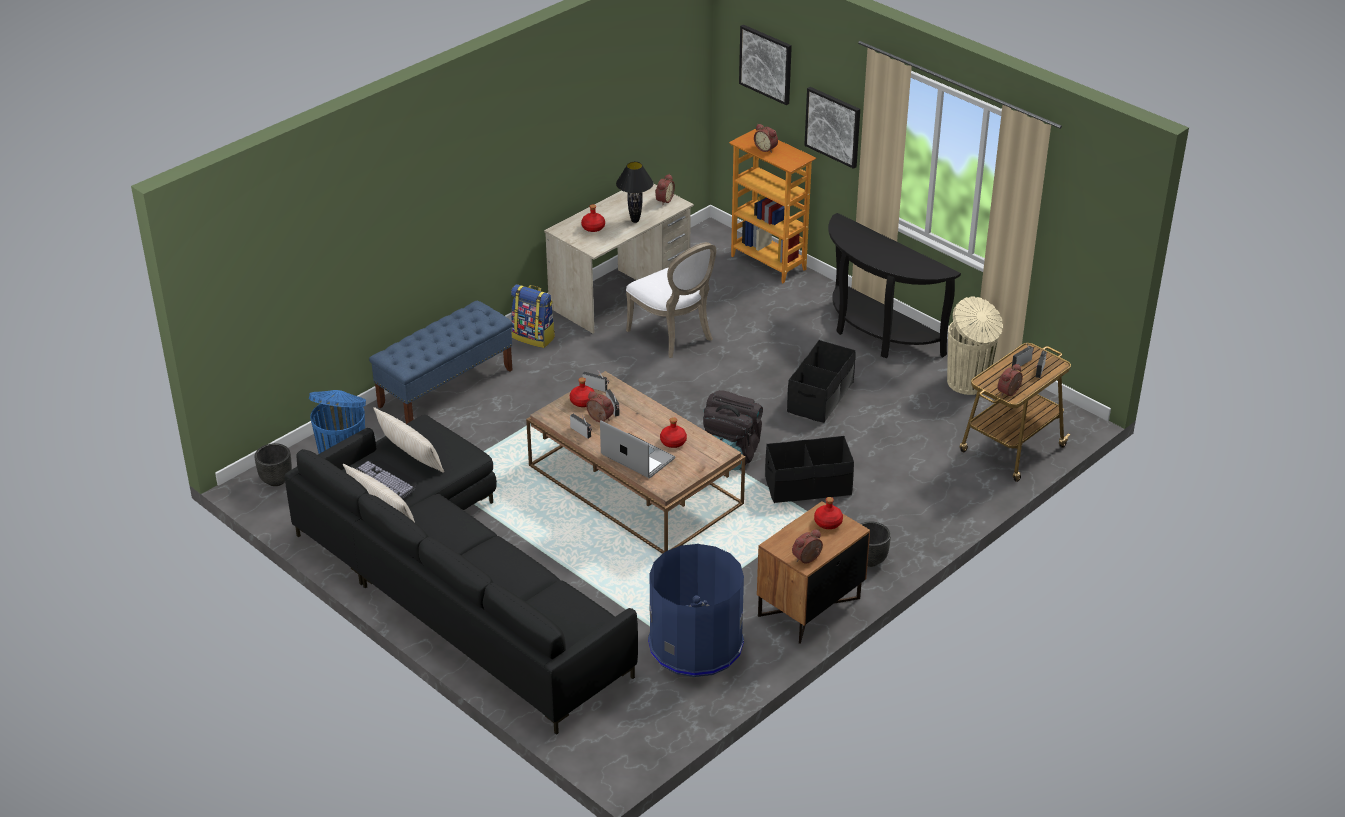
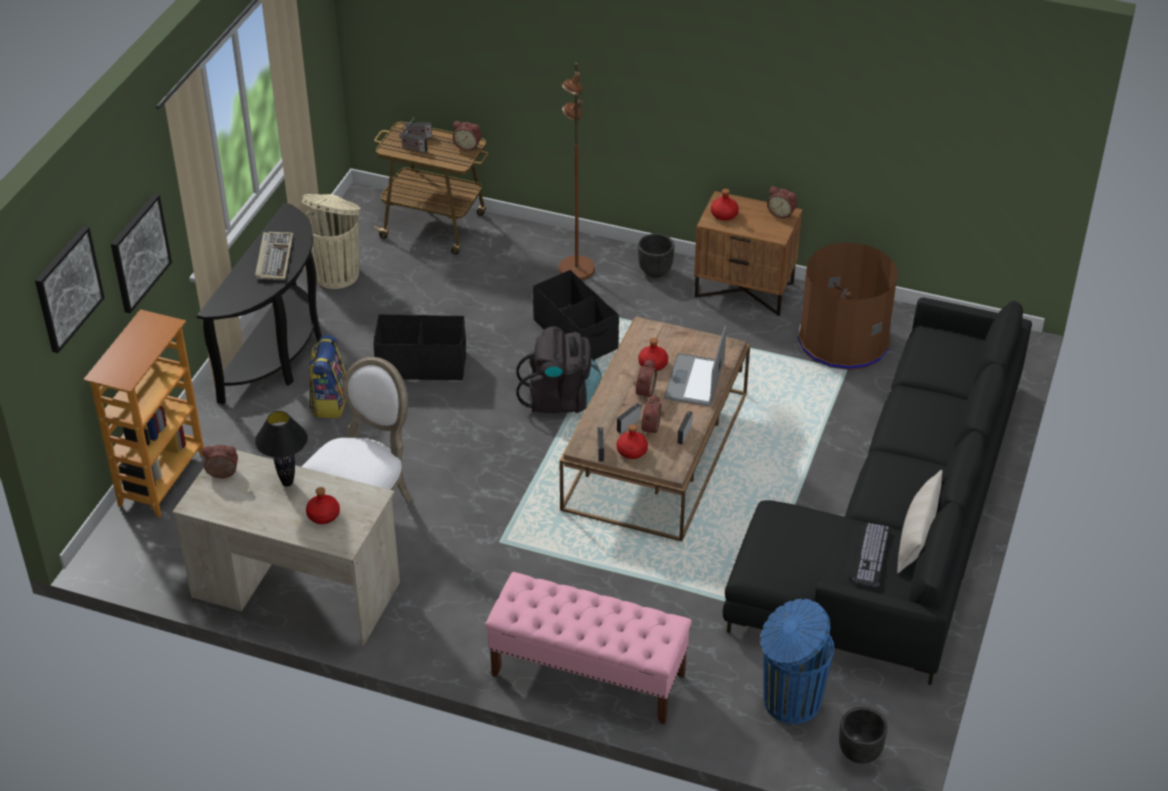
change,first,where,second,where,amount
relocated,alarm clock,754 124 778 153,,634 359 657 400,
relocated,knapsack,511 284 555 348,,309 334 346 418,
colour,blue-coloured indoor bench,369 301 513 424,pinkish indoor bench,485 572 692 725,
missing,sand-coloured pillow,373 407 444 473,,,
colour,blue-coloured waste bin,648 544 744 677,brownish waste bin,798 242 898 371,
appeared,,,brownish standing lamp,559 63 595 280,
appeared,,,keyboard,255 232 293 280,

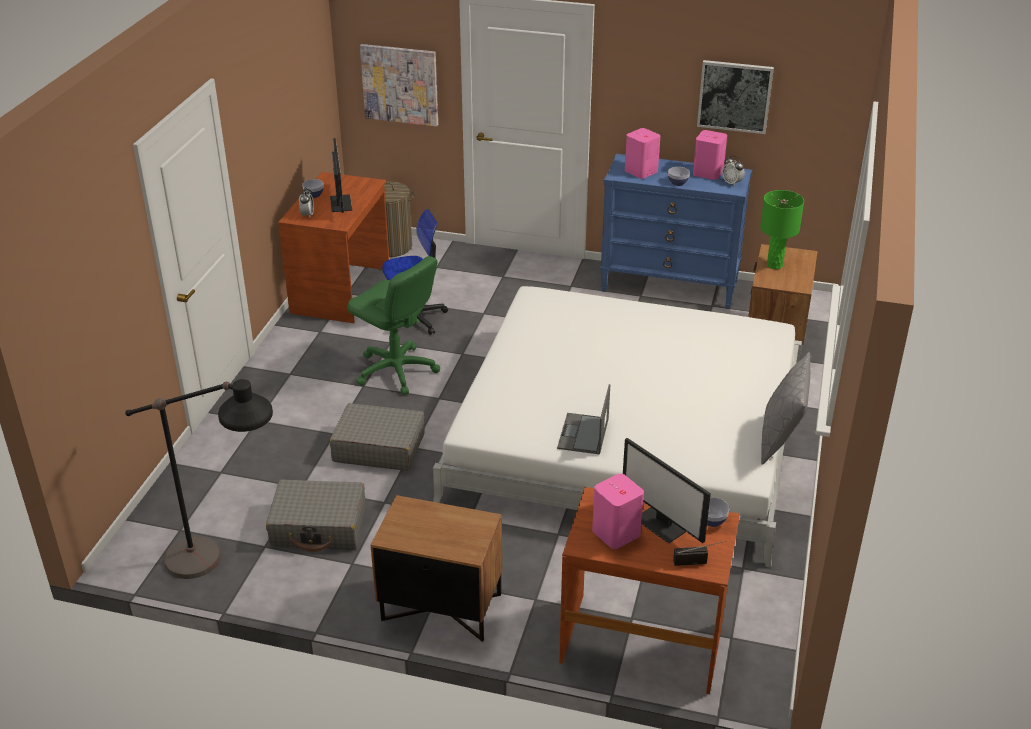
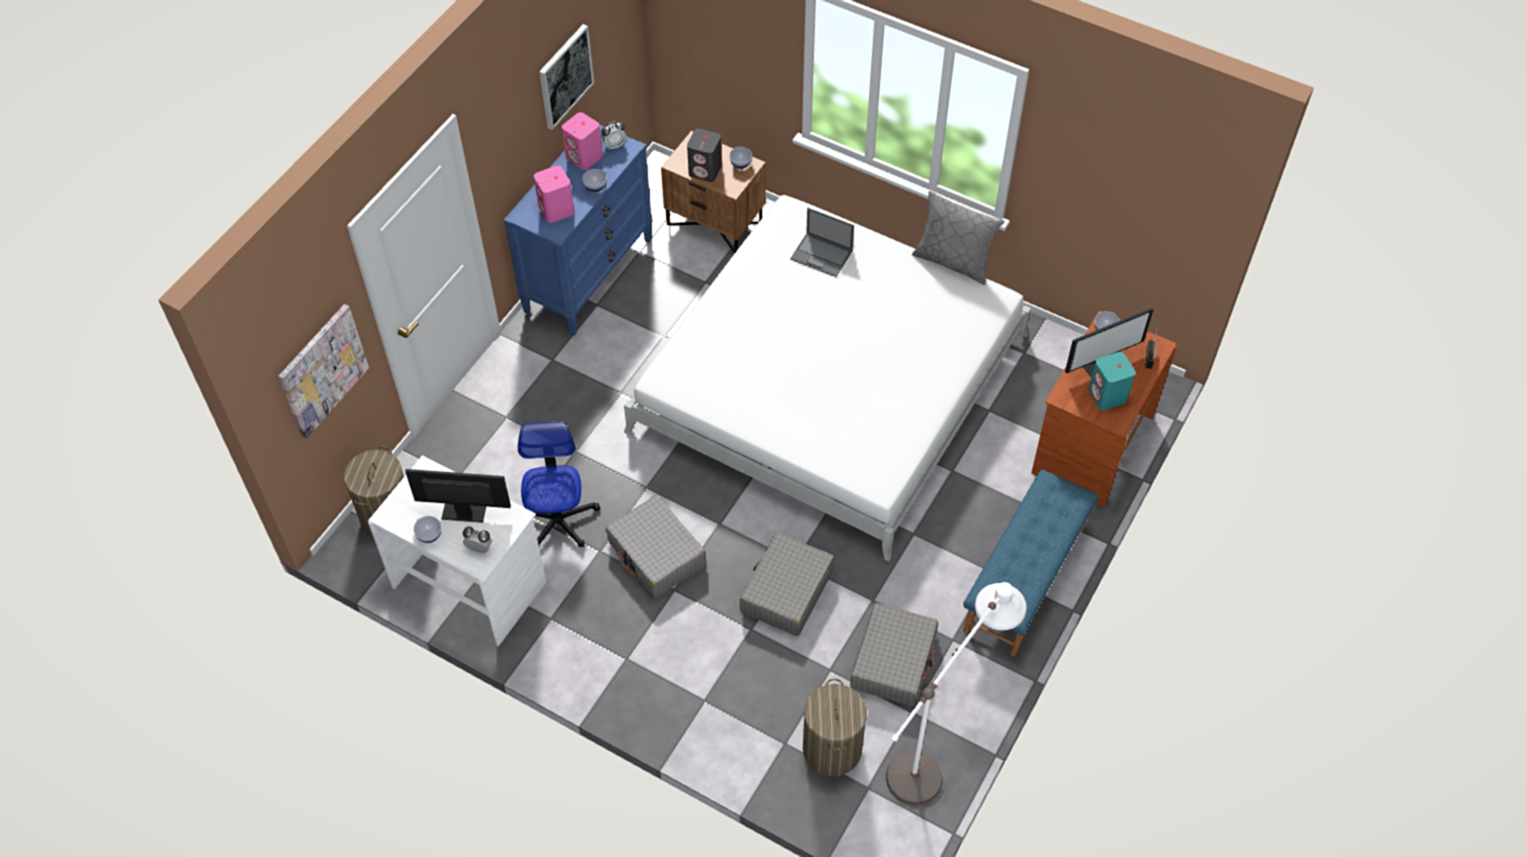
change,first,where,second,where,amount
colour,brownish desk unit,278 172 389 323,whitish desk unit,368 455 546 646,
exchanged,green tabletop lamp,760 190 804 269,gray speaker,687 128 722 182,
exchanged,green desk chair,348 256 440 395,gray suitcase,606 495 706 598,
colour,black-coloured standing lamp,125 379 273 579,whitish standing lamp,886 582 1027 805,
relocated,portable computer,557 384 610 455,,790 208 854 277,
colour,pinkish speaker,592 474 644 549,blue-green speaker,1088 352 1136 410,
exchanged,brownish nightstand,371 495 502 642,blue-coloured indoor bench,963 469 1099 657,
appeared,,,bowl,729 147 752 169,
appeared,,,washing basket,803 678 867 776,

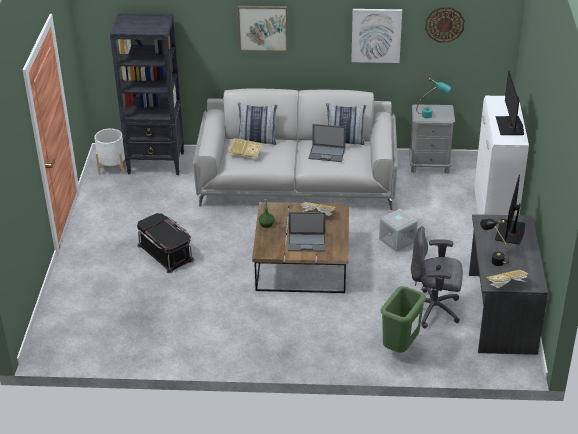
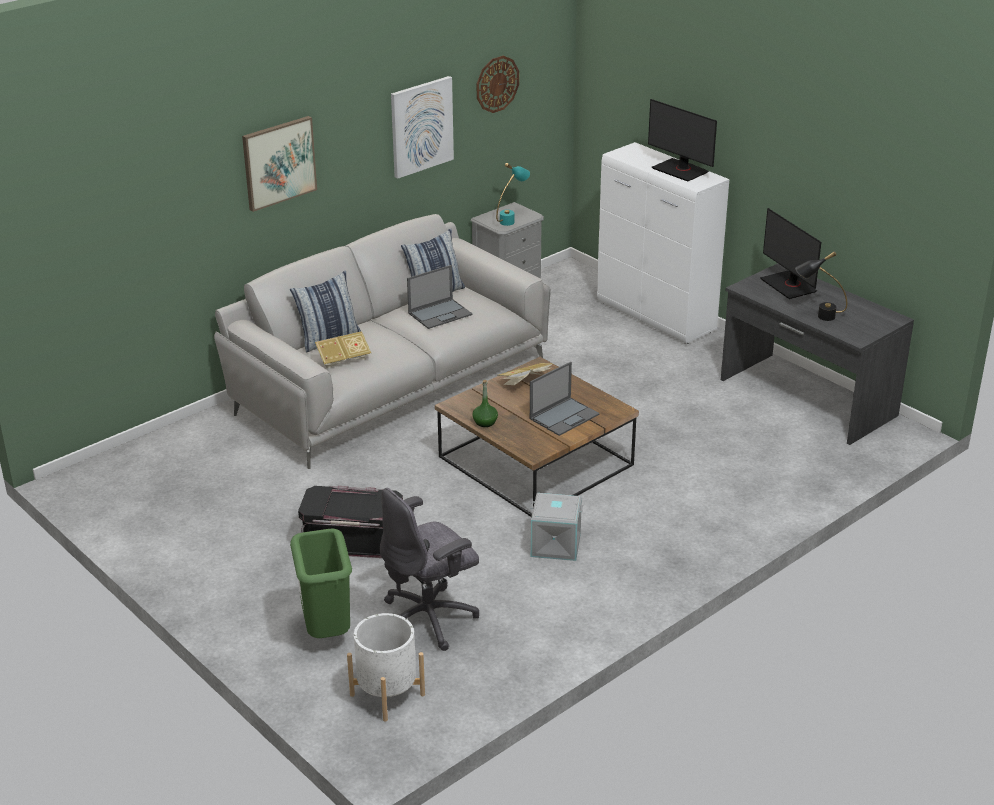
change,first,where,second,where,amount
missing,black-coloured shelving unit,110 13 184 175,,,
relocated,whitish plant pot,94 128 126 175,,347 613 425 722,
relocated,gray storage bin,379 209 418 252,,530 493 583 561,
relocated,gray desk chair,411 226 463 328,,380 488 479 651,
missing,volume,486 269 529 288,,,
relocated,green waste bin,381 286 426 353,,290 528 352 638,

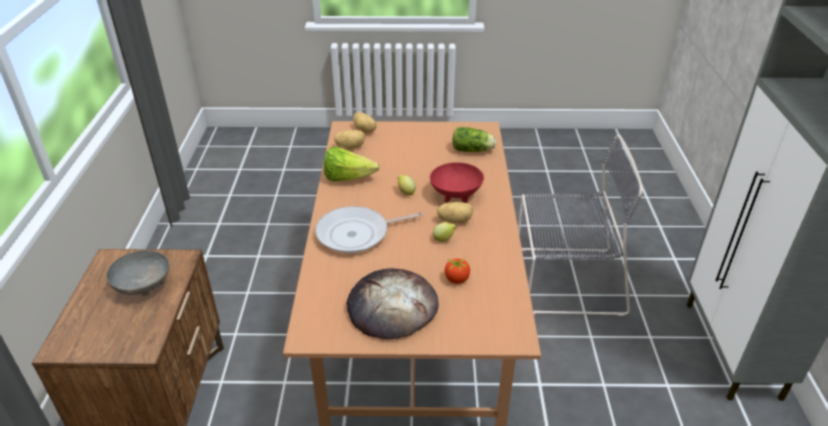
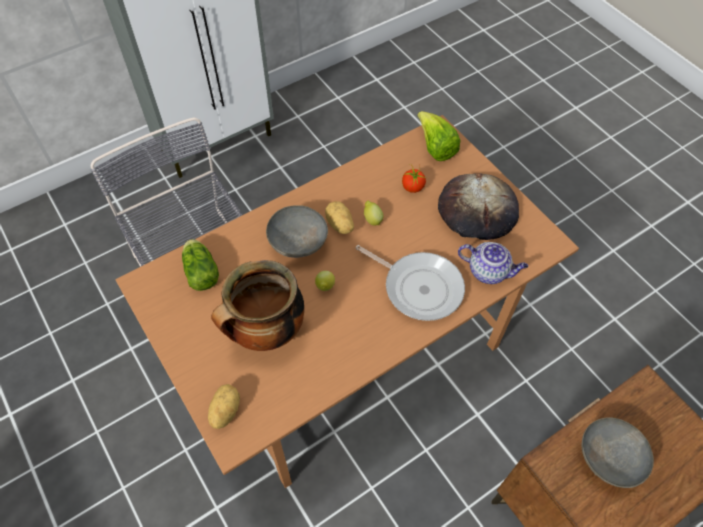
change,first,where,second,where,amount
missing,spud,334 130 365 149,,,
relocated,lettuce head,324 147 380 181,,417 111 461 161,
colour,red bowl,430 162 484 203,gray bowl,266 205 328 258,
appeared,,,pot for tea,458 242 528 284,
appeared,,,stockpot,211 260 304 351,

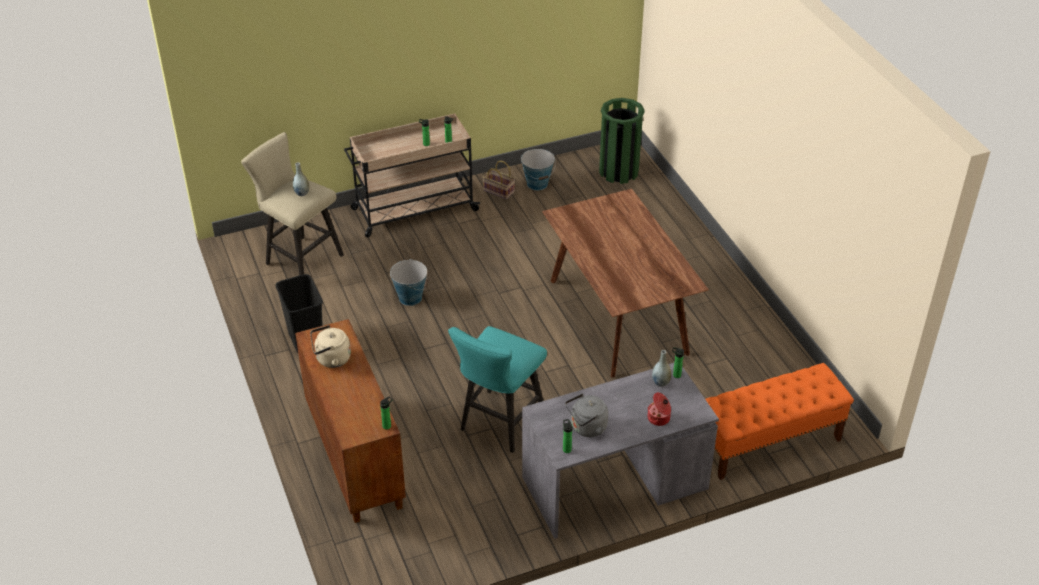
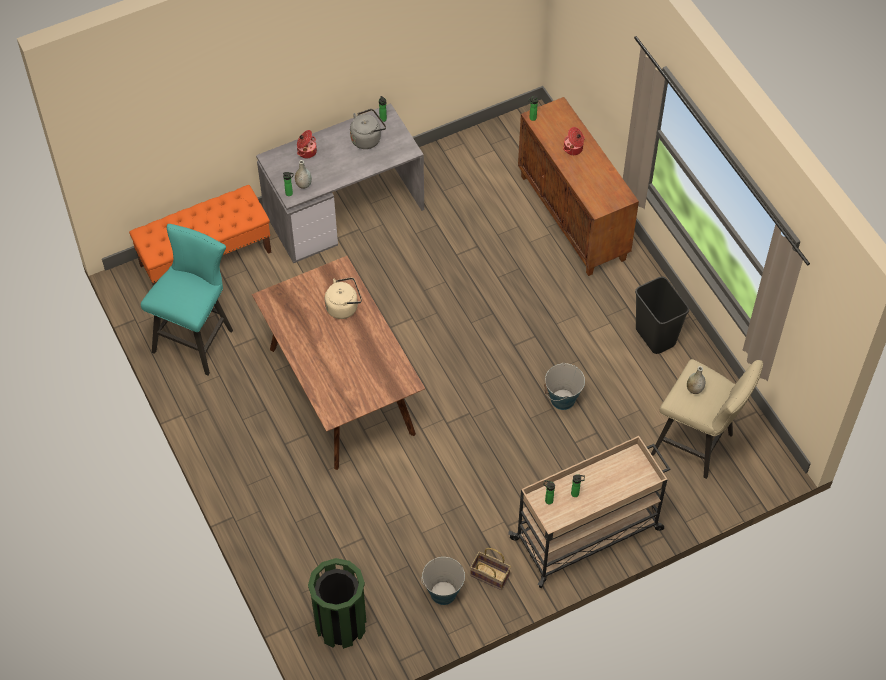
change,first,where,second,where,amount
relocated,sand-coloured kettle,310 325 351 368,,325 277 362 319,
relocated,blue-green stool,448 326 547 453,,141 224 233 375,
appeared,,,stockpot,563 127 585 155,

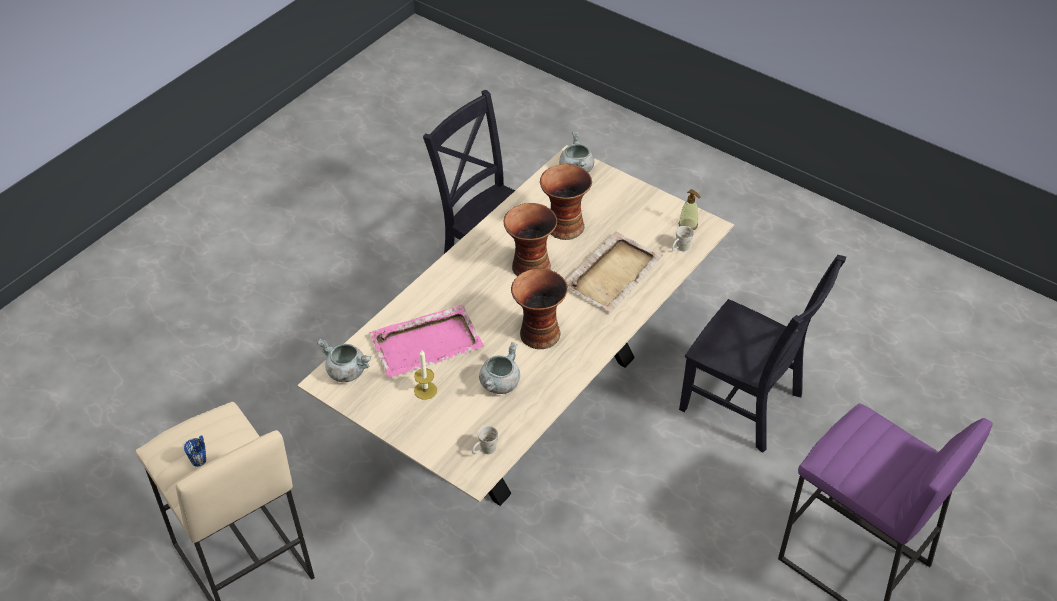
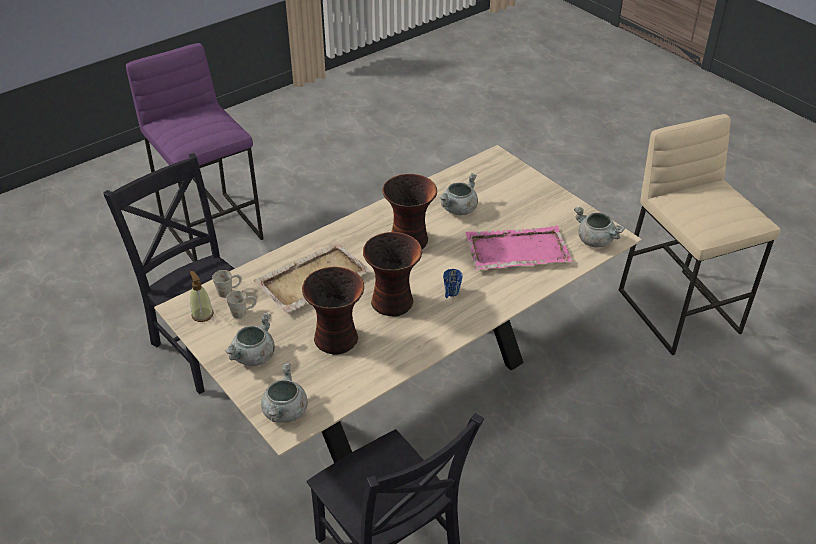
change,first,where,second,where,amount
missing,wax light,414 350 437 400,,,
relocated,whitish mug,472 426 498 454,,226 290 257 319,
relocated,blue-coloured mug,184 435 206 467,,443 269 463 298,
appeared,,,gray stockpot,225 312 275 366,

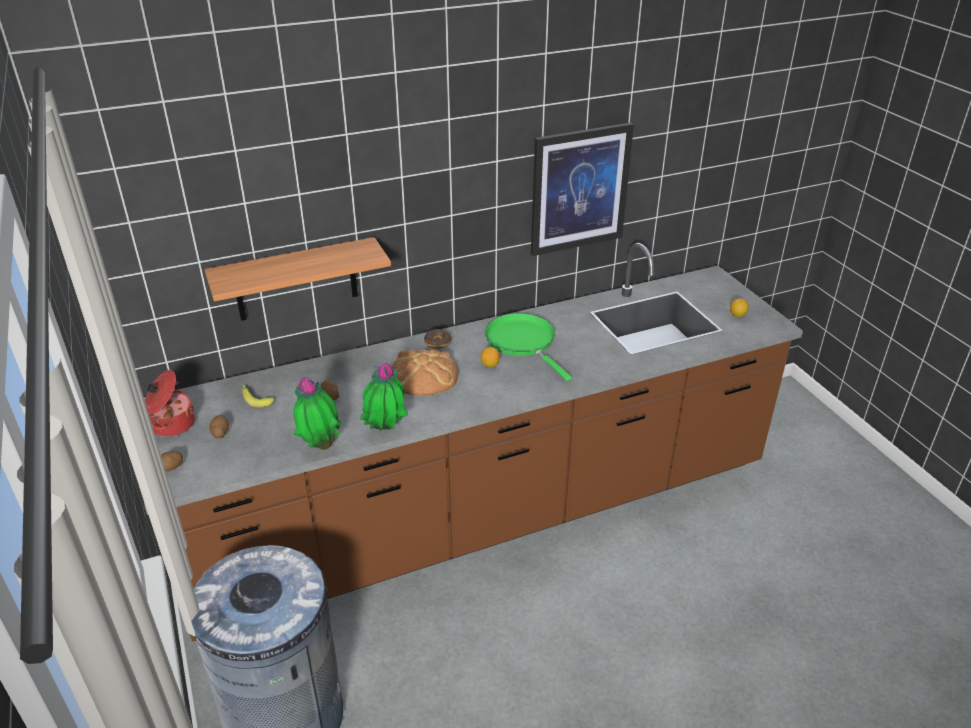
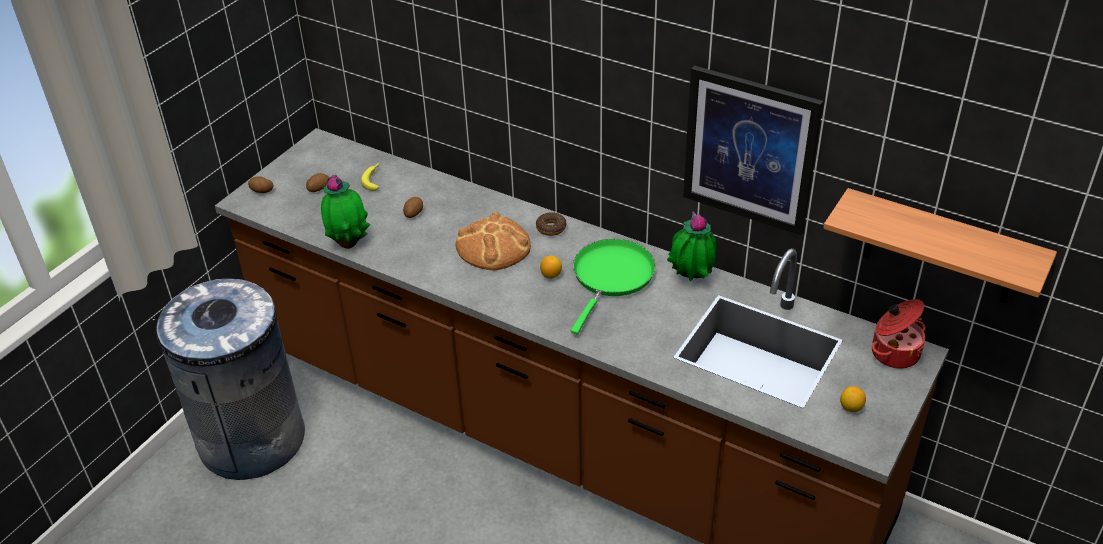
change,first,where,second,where,amount
relocated,wall shelf,205 237 391 321,,823 188 1057 303,
relocated,houseplant,360 363 408 430,,667 211 717 282,
relocated,stockpot,145 370 195 437,,872 299 926 369,

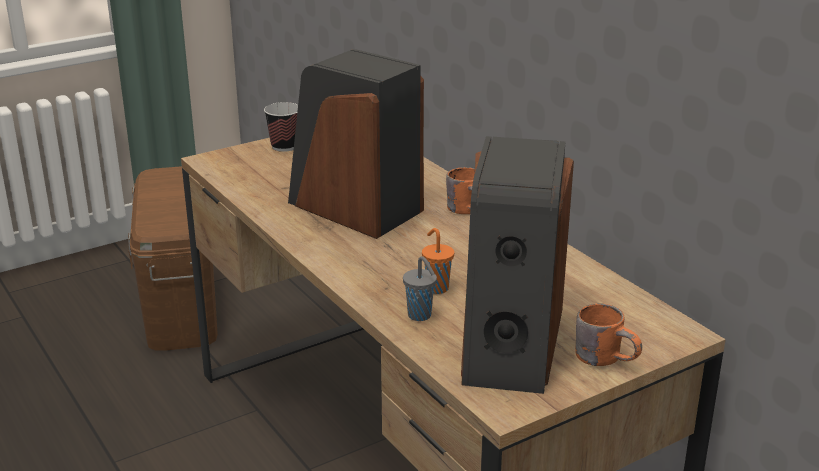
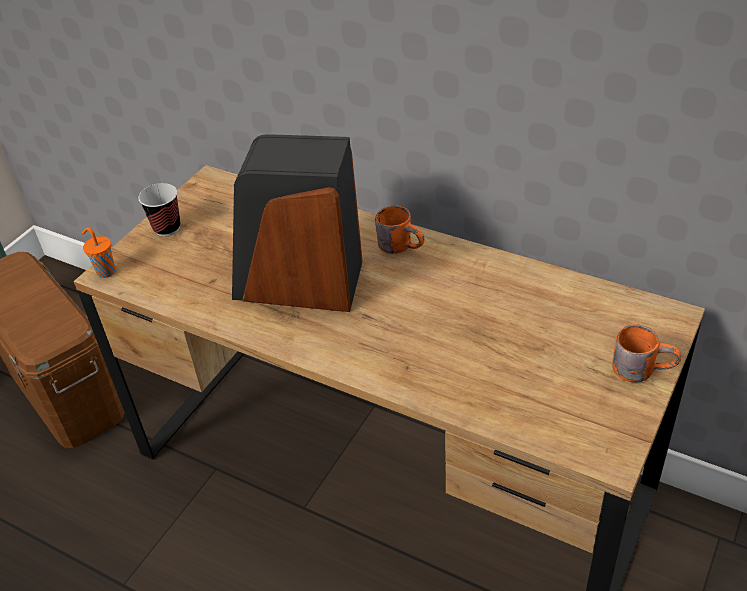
change,first,where,second,where,amount
missing,speaker,461 136 574 394,,,
relocated,orange cup,422 228 454 294,,82 227 116 278,
missing,gray cup,403 256 437 321,,,

